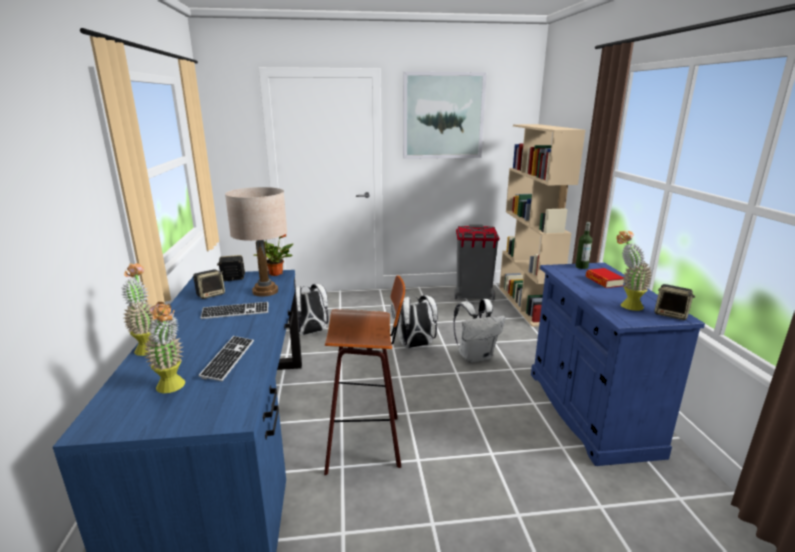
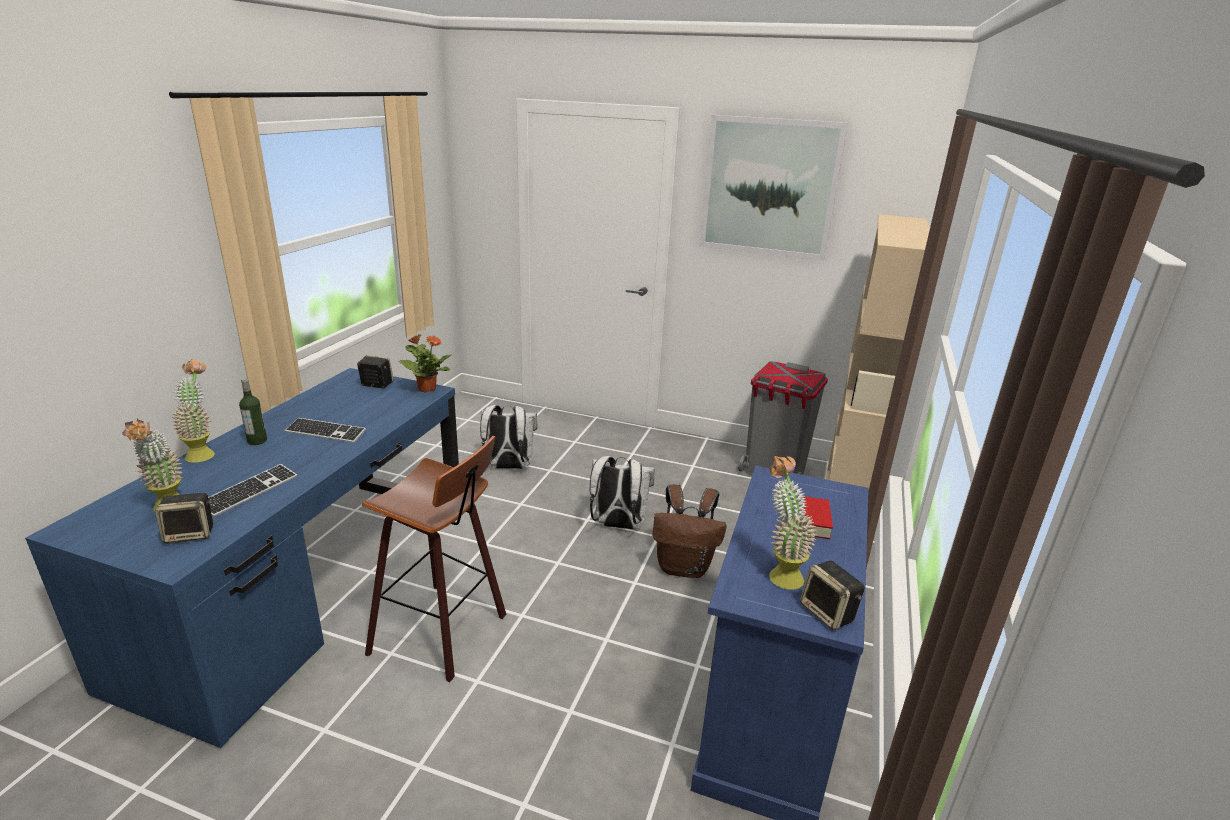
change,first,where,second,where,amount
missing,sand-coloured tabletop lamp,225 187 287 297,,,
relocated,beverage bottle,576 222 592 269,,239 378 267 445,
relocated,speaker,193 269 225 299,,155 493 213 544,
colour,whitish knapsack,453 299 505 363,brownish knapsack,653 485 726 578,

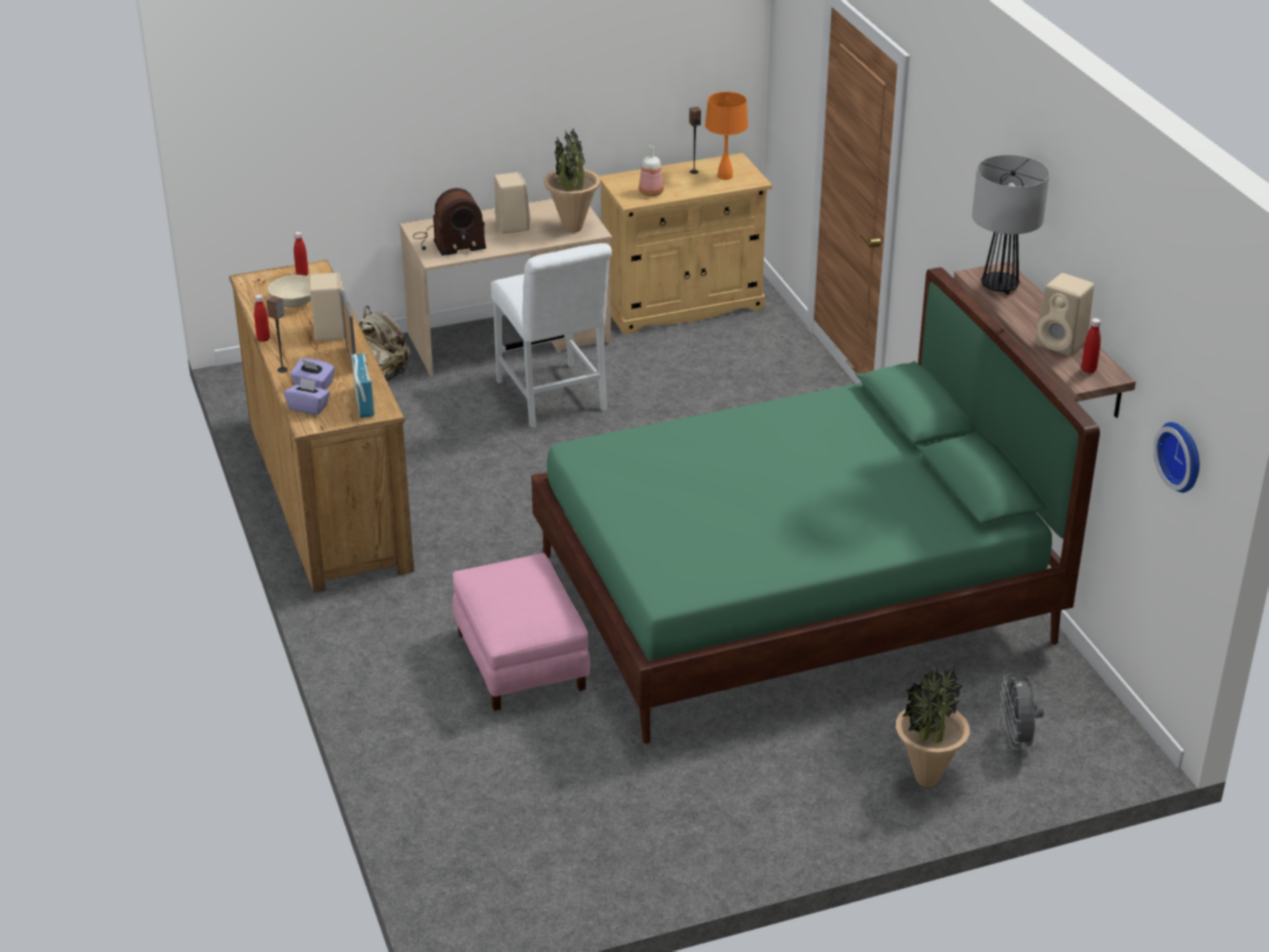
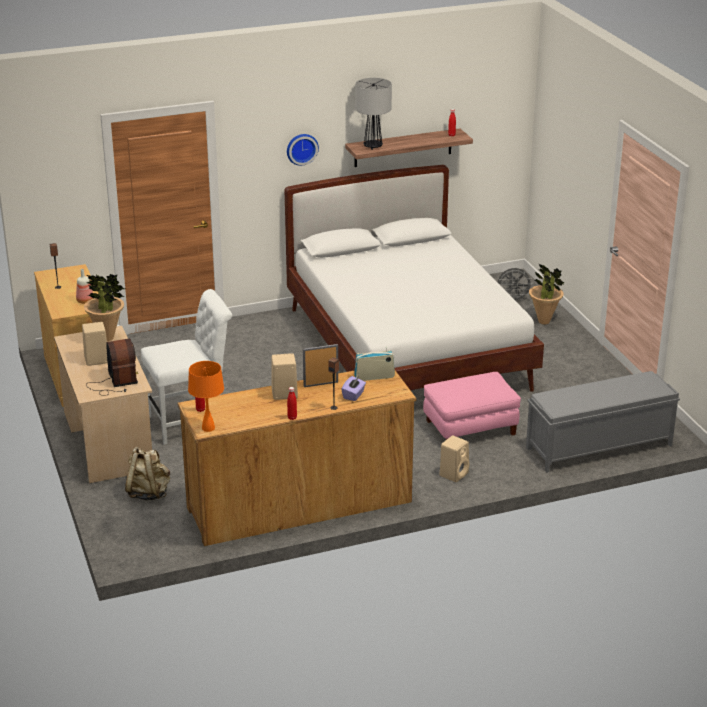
change,first,where,second,where,amount
relocated,orange tabletop lamp,705 92 748 180,,188 361 224 432,
colour,green bedroom bed,531 267 1100 744,whitish bedroom bed,284 165 544 392,
relocated,sand-coloured speaker,1036 273 1094 356,,440 435 470 482,
missing,sand-coloured bowl,268 275 311 308,,,
missing,purple-coloured tissue holder,284 377 330 415,,,
relocated,clock on the wall,1153 422 1200 493,,287 134 319 166,
appeared,,,gray indoor bench,526 371 680 473,

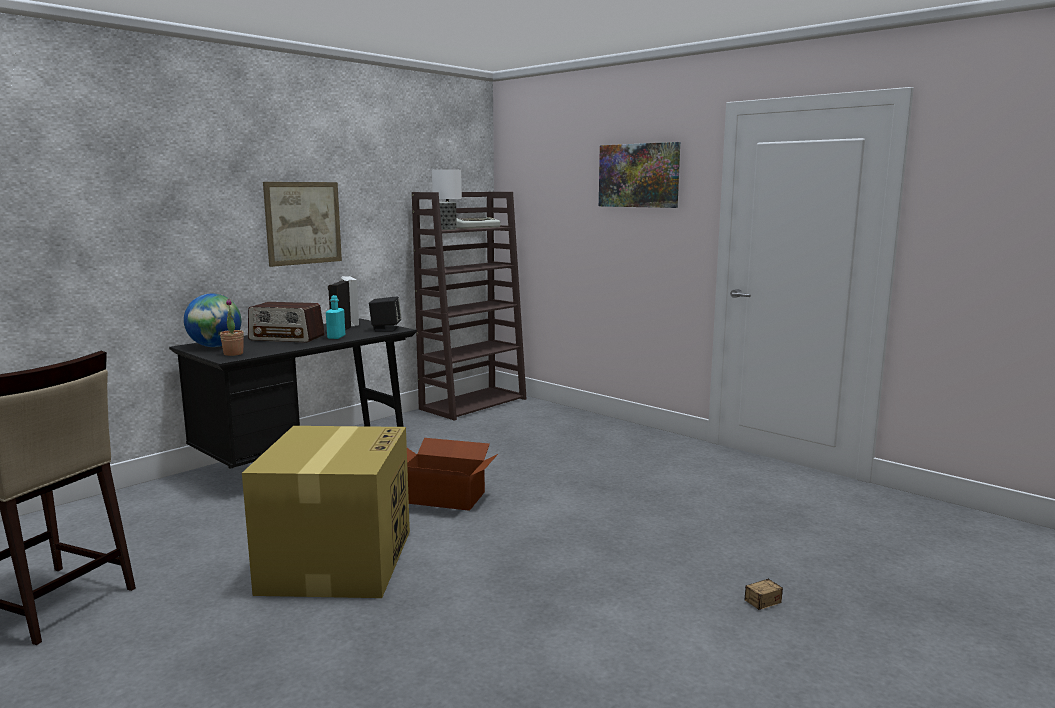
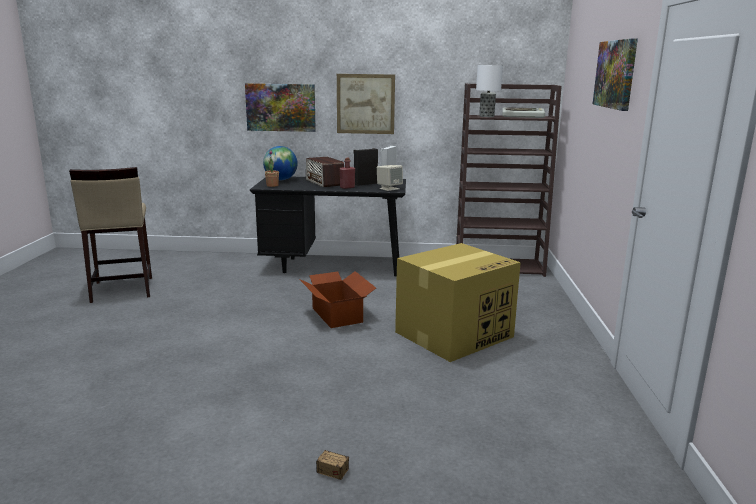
change,first,where,second,where,amount
colour,blue-green beverage bottle,326 295 345 339,red beverage bottle,340 158 355 189,
colour,black-coloured speaker,369 297 402 332,sand-coloured speaker,377 165 403 191,
relocated,cardboard box,242 426 410 598,,395 243 521 362,
appeared,,,wall art,245 83 316 132,

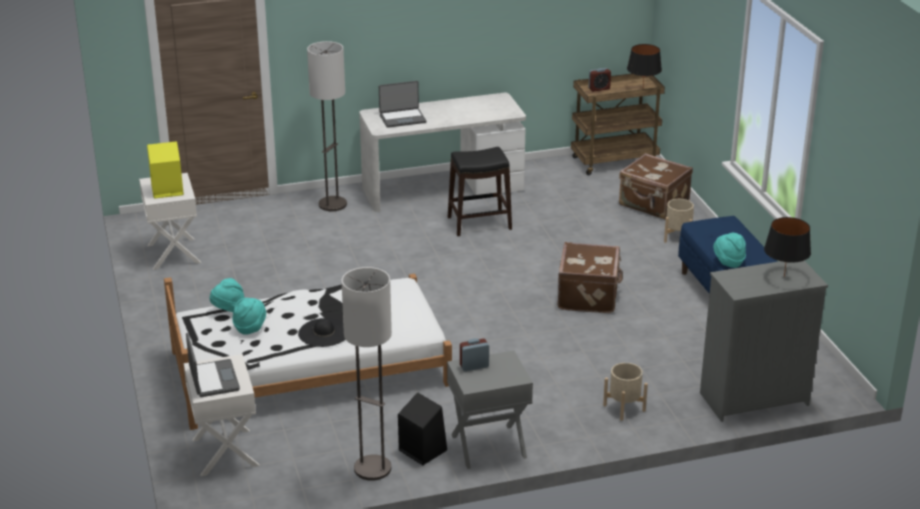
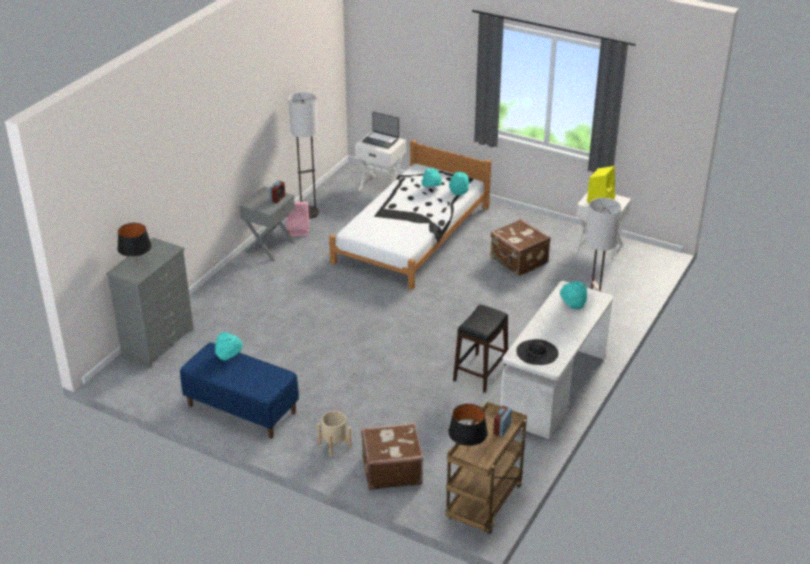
change,first,where,second,where,amount
exchanged,portable computer,379 81 426 128,blue-green clothing hat,560 281 587 309,
relocated,brownish suitcase,557 242 623 313,,490 219 551 276,
relocated,black-coloured clothing hat,298 318 346 347,,516 339 558 365,
missing,sand-coloured plant pot,603 363 648 421,,,
colour,black-coloured speaker,398 392 447 465,pinkish speaker,286 202 309 236,

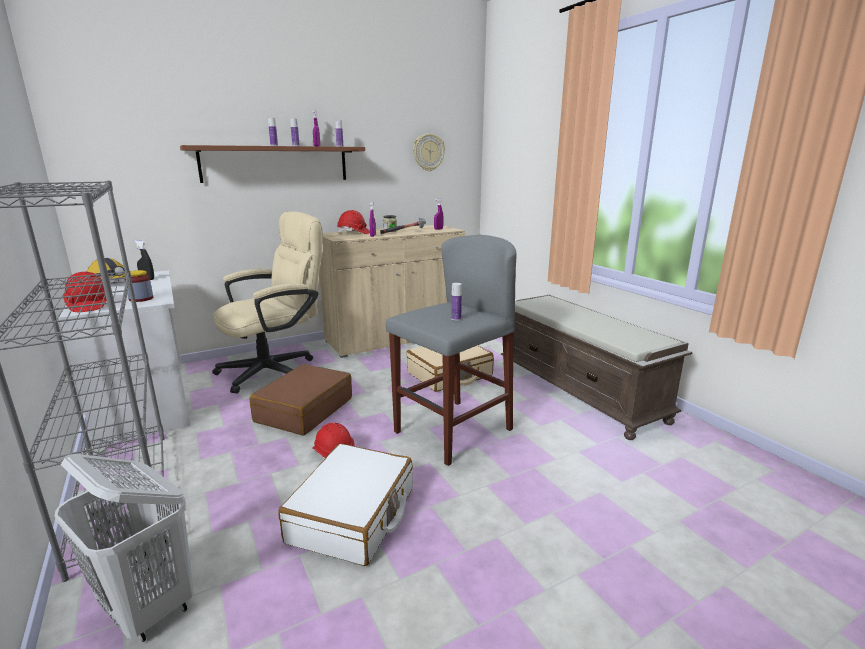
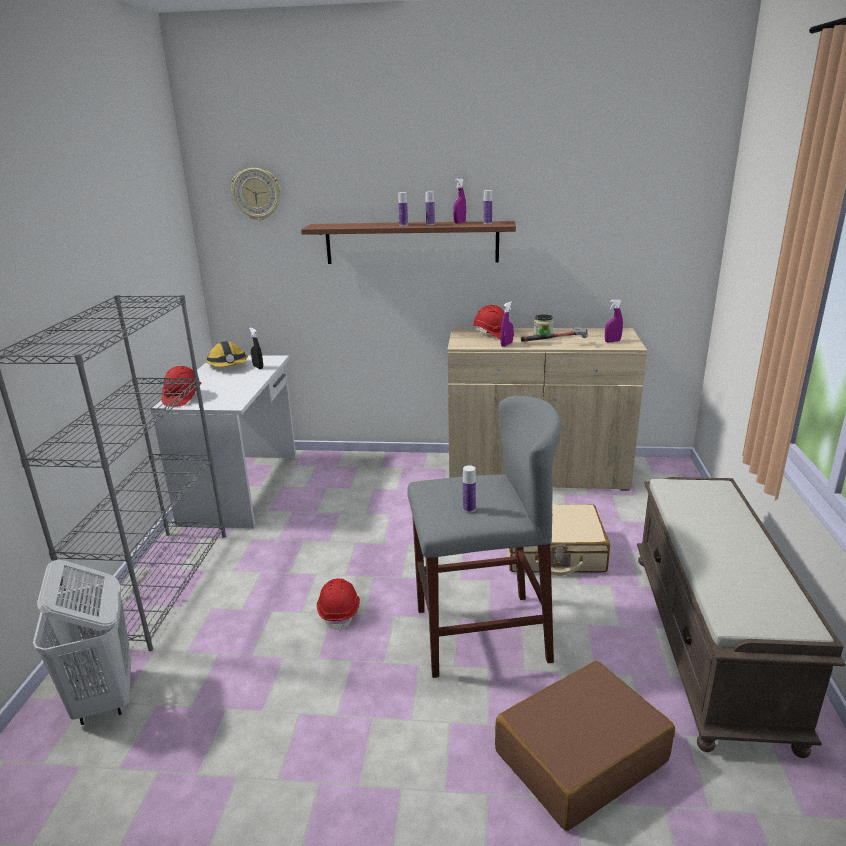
change,first,where,second,where,amount
relocated,clock on the wall,413 133 445 171,,231 168 281 221,
missing,sand-coloured desk chair,212 211 323 394,,,
missing,jar,125 270 153 302,,,
relocated,brownish suitcase,250 364 352 435,,495 661 675 831,
missing,whitish suitcase,278 444 413 566,,,

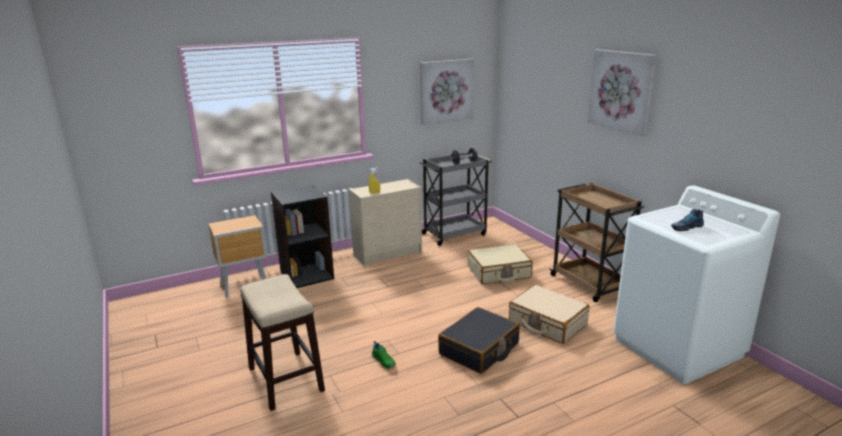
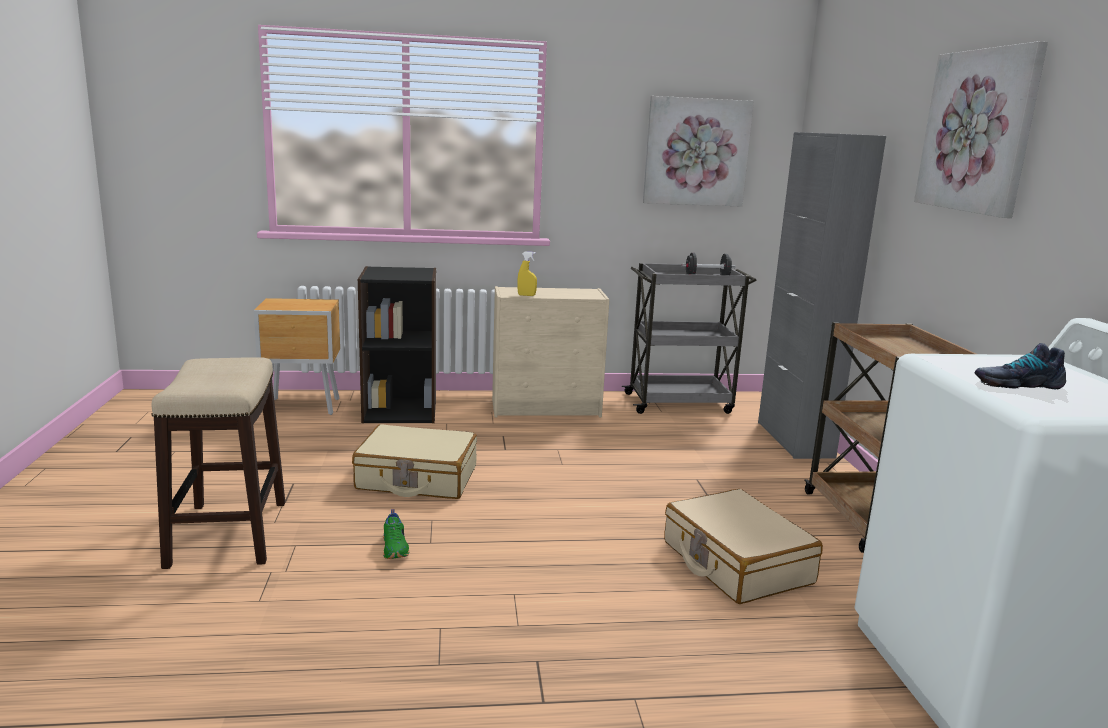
change,first,where,second,where,amount
relocated,sand-coloured suitcase,468 244 533 284,,352 424 477 499,
missing,black-coloured suitcase,438 307 520 374,,,
appeared,,,gray storage cabinet,758 132 886 459,

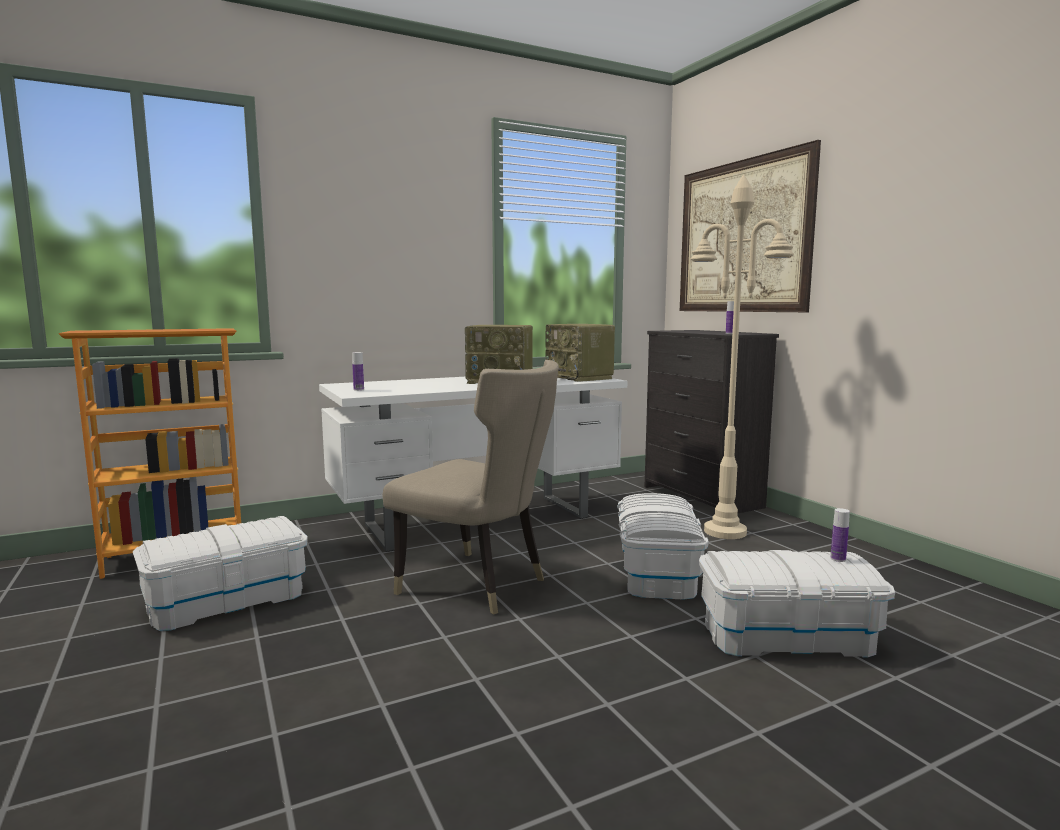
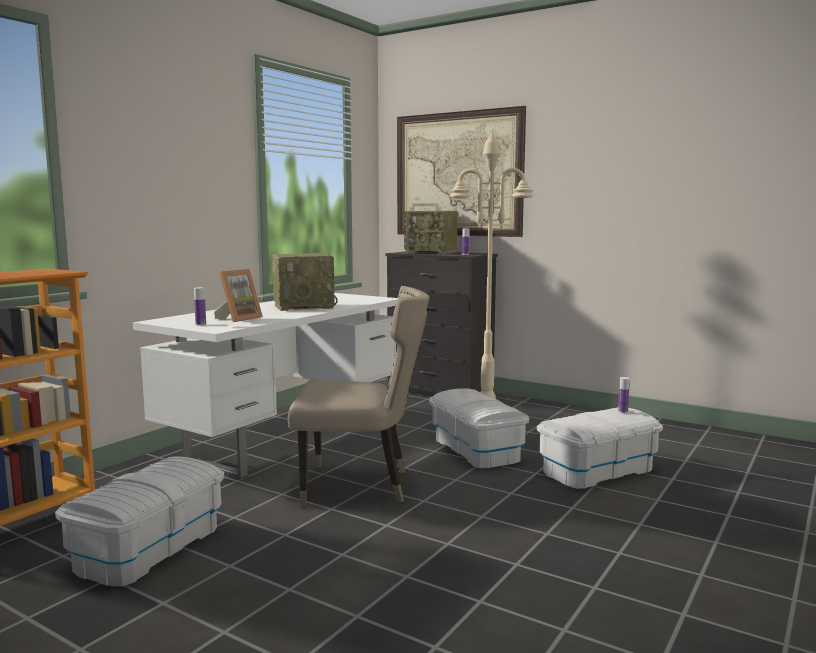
change,first,where,second,where,amount
relocated,radio set,546 324 615 382,,404 211 458 254,
appeared,,,picture frame,214 269 263 322,

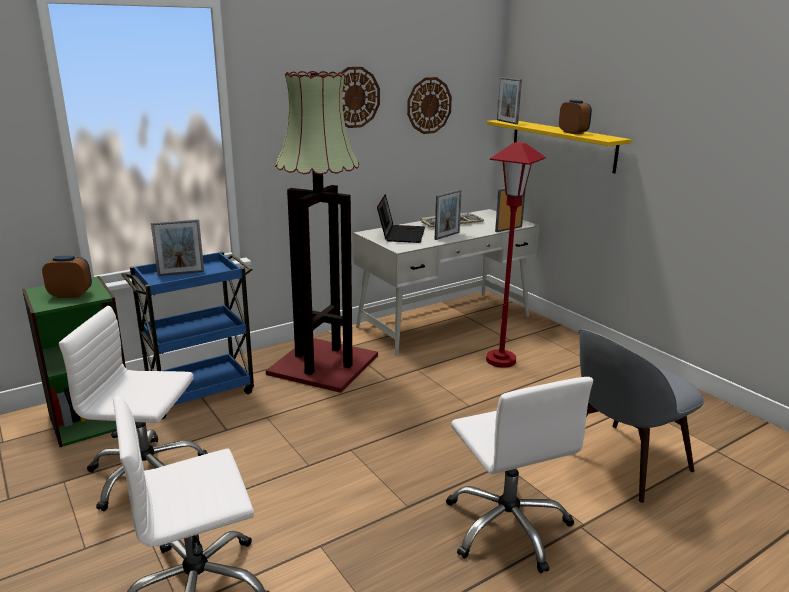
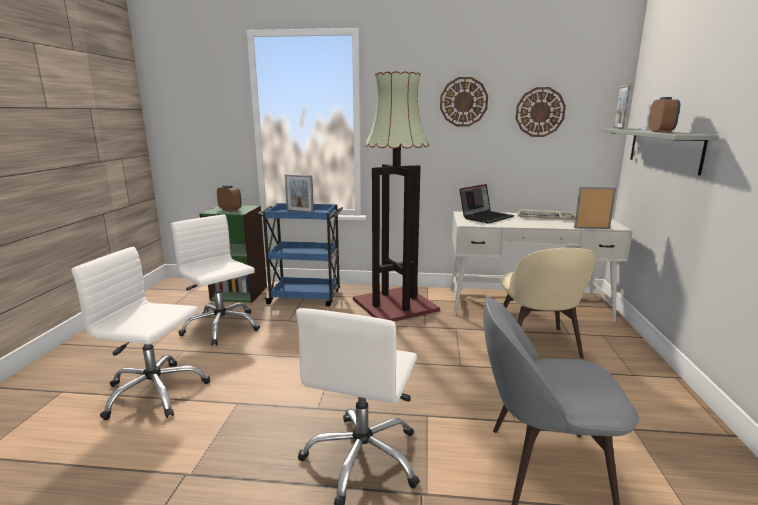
change,first,where,second,where,amount
colour,yellowish wall shelf,487 120 632 173,gray wall shelf,602 128 718 175,
exchanged,red standing lamp,486 142 546 368,sand-coloured chair,500 248 596 359,
missing,picture frame,435 189 462 240,,,

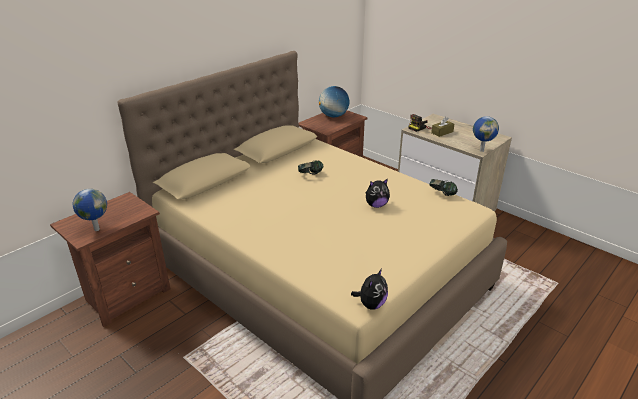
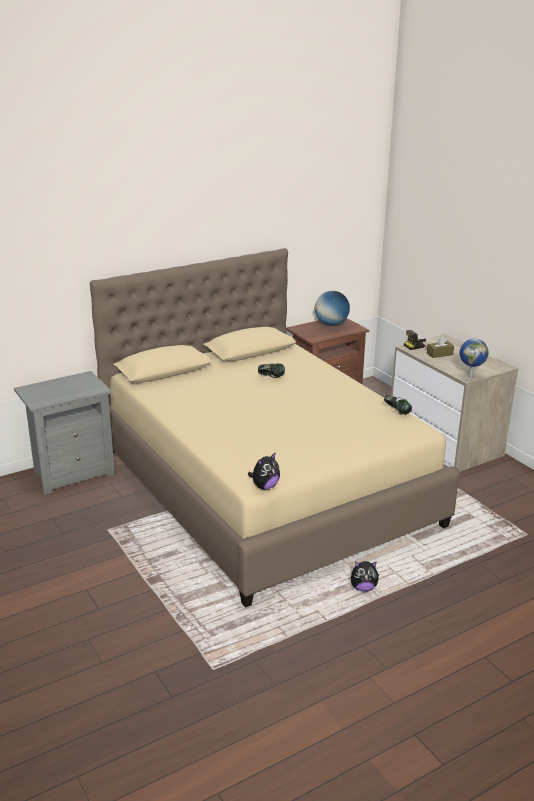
change,first,where,second,where,amount
relocated,plush toy,365 179 390 208,,351 561 379 592,
missing,world globe,73 189 107 231,,,
colour,brownish nightstand,50 192 170 327,gray nightstand,14 371 115 495,

